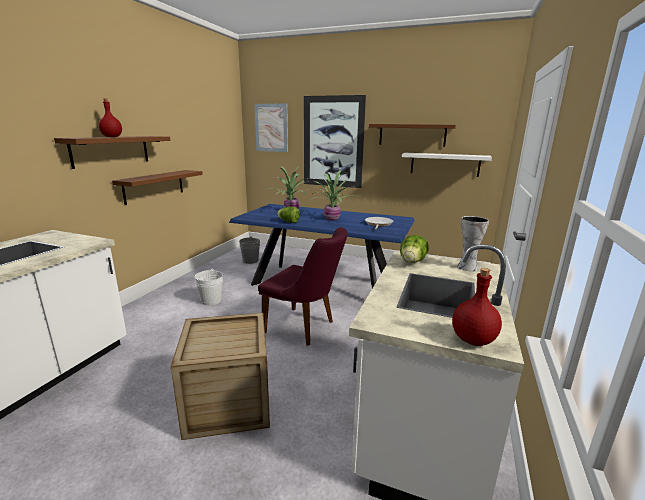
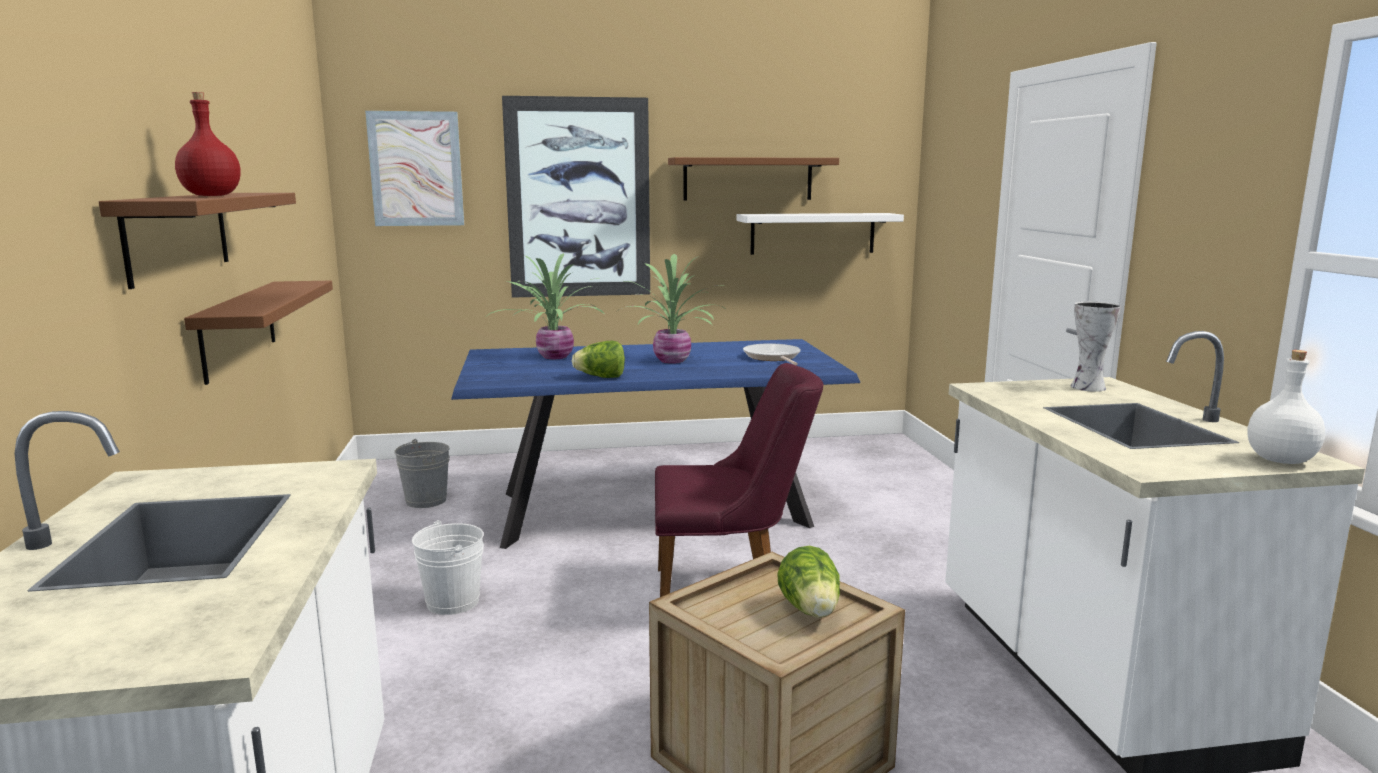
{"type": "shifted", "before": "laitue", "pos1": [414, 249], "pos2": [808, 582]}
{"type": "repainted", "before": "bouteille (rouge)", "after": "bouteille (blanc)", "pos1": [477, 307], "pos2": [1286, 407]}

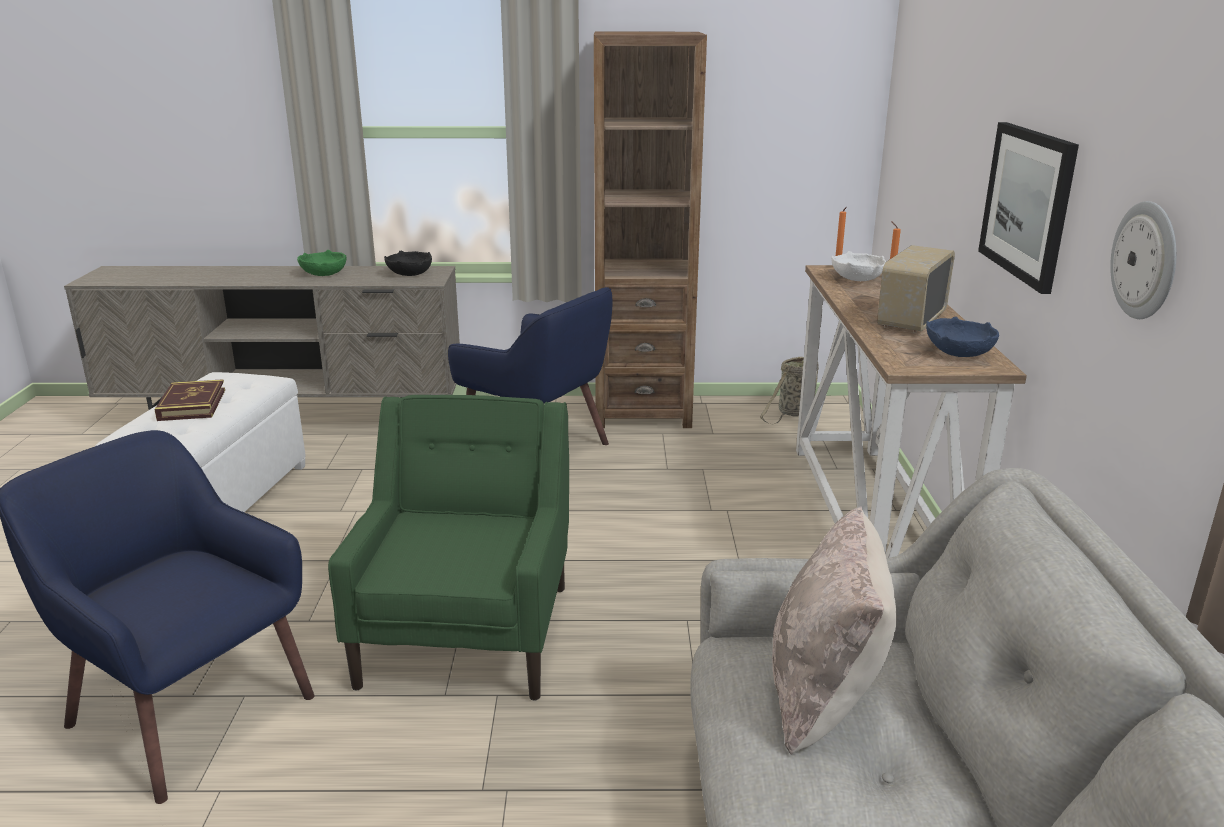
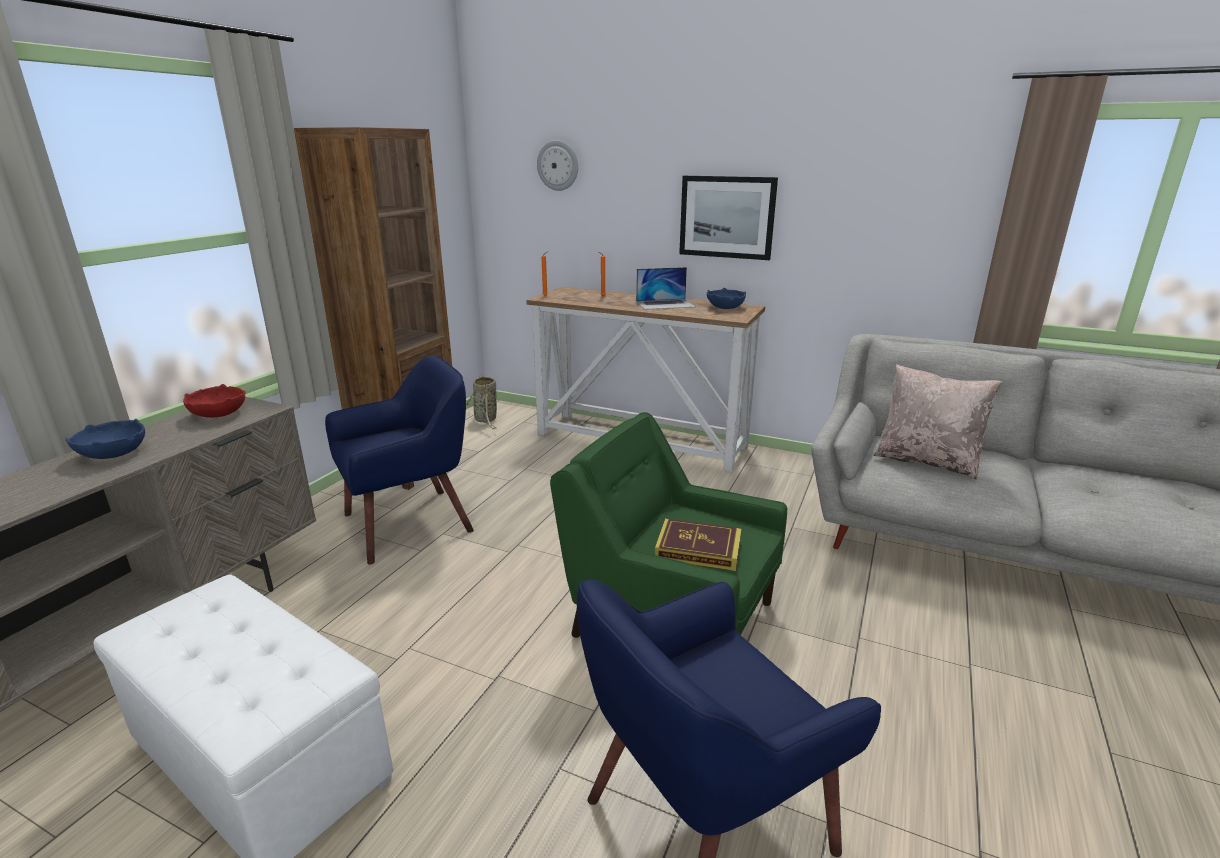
{"type": "shifted", "before": "horloge murale", "pos1": [1143, 260], "pos2": [557, 165]}
{"type": "swapped", "before": "radio", "after": "ordinateur portable", "pos1": [916, 289], "pos2": [666, 288]}
{"type": "repainted", "before": "bol (vert)", "after": "bol (bleu)", "pos1": [321, 263], "pos2": [105, 439]}
{"type": "repainted", "before": "bol (noir)", "after": "bol (rouge)", "pos1": [408, 263], "pos2": [214, 401]}
{"type": "gone", "before": "bol (blanc)", "pos1": [858, 266]}
{"type": "shifted", "before": "livre", "pos1": [189, 400], "pos2": [698, 545]}

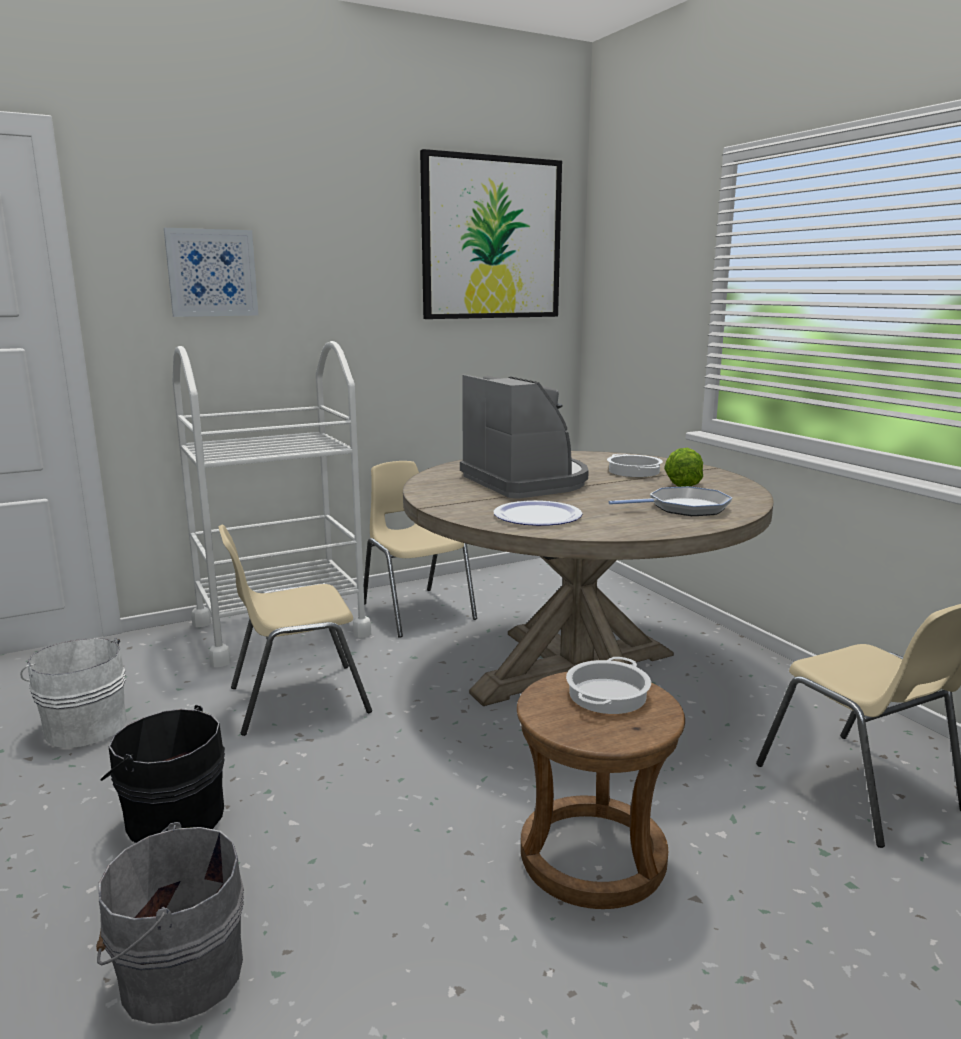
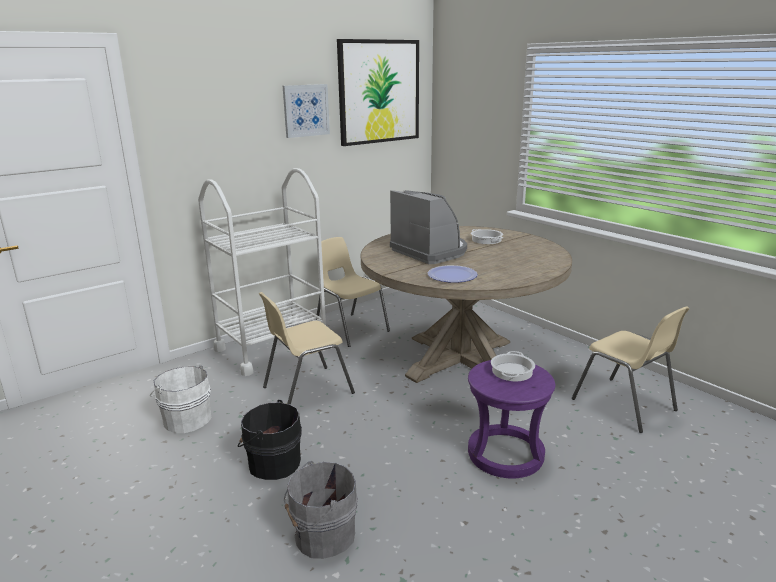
{"type": "shifted", "before": "tableau", "pos1": [211, 272], "pos2": [306, 111]}
{"type": "gone", "before": "laitue", "pos1": [683, 467]}
{"type": "gone", "before": "poêle", "pos1": [670, 501]}
{"type": "repainted", "before": "tabouret (marron)", "after": "tabouret (violet)", "pos1": [601, 790], "pos2": [511, 419]}

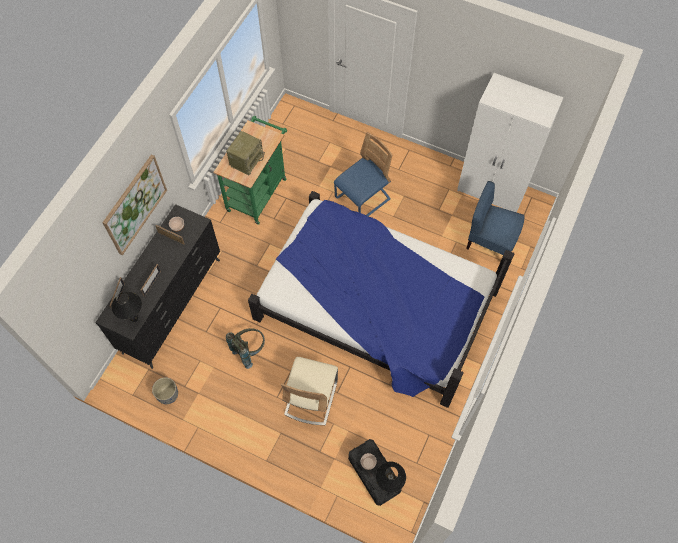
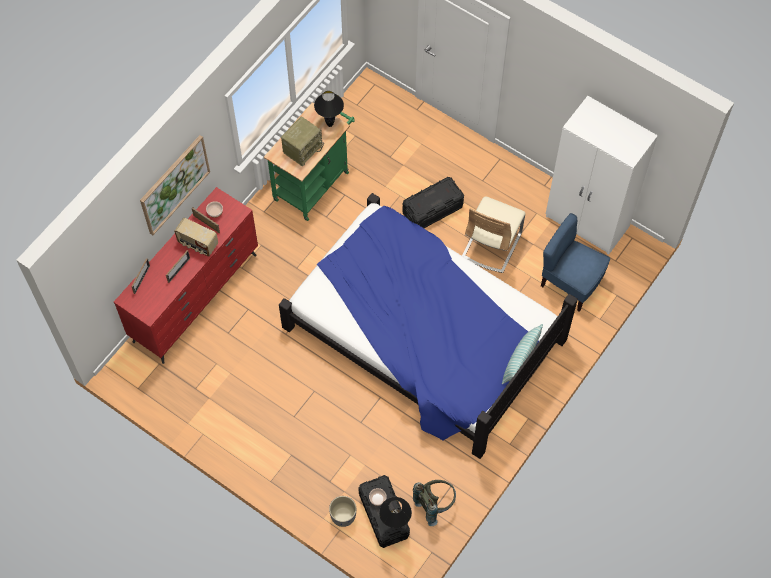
{"type": "swapped", "before": "chaise (bleu)", "after": "boîte de rangement (noir)", "pos1": [363, 174], "pos2": [433, 202]}
{"type": "repainted", "before": "commode (noir)", "after": "commode (rouge)", "pos1": [157, 286], "pos2": [186, 275]}
{"type": "shifted", "before": "lampe de table (noir)", "pos1": [126, 307], "pos2": [329, 109]}
{"type": "shifted", "before": "sac à dos (gris)", "pos1": [245, 348], "pos2": [434, 503]}
{"type": "shifted", "before": "chaise (beige)", "pos1": [309, 391], "pos2": [494, 234]}
{"type": "shifted", "before": "cache-pot (gris)", "pos1": [165, 390], "pos2": [342, 511]}
{"type": "new", "after": "radio", "pos2": [196, 237]}
{"type": "new", "after": "coussin", "pos2": [522, 354]}

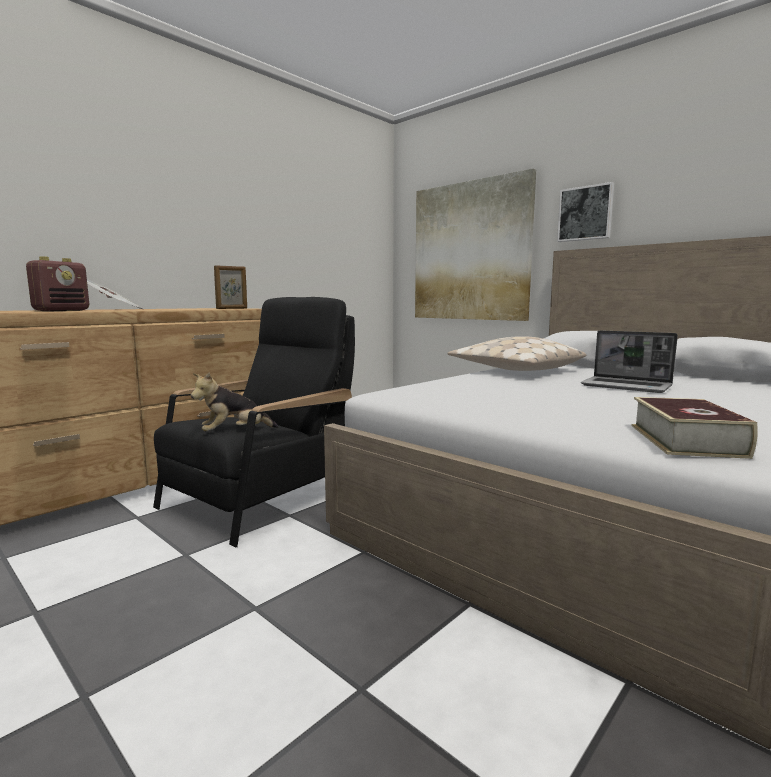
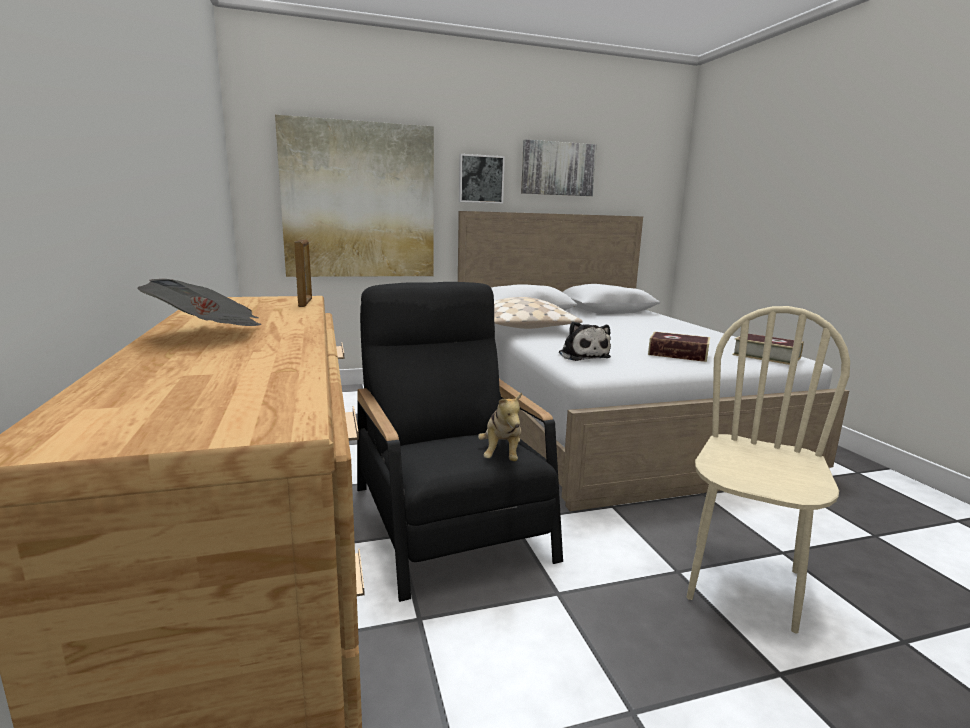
{"type": "gone", "before": "radio", "pos1": [57, 283]}
{"type": "gone", "before": "ordinateur portable", "pos1": [629, 361]}
{"type": "new", "after": "tableau", "pos2": [559, 167]}
{"type": "new", "after": "chaise (beige)", "pos2": [768, 469]}
{"type": "new", "after": "peluche", "pos2": [584, 341]}
{"type": "new", "after": "livre", "pos2": [679, 346]}

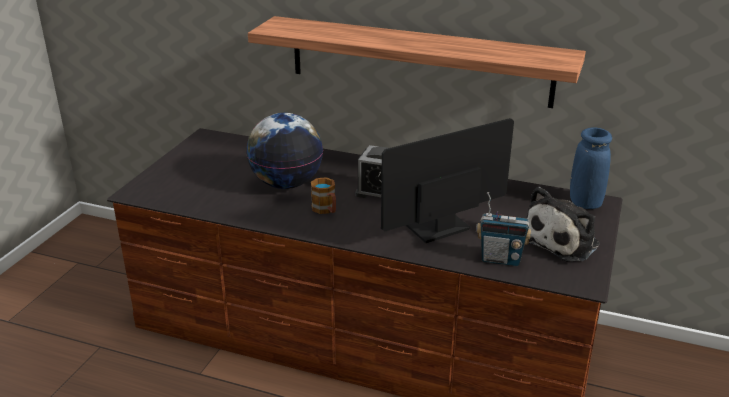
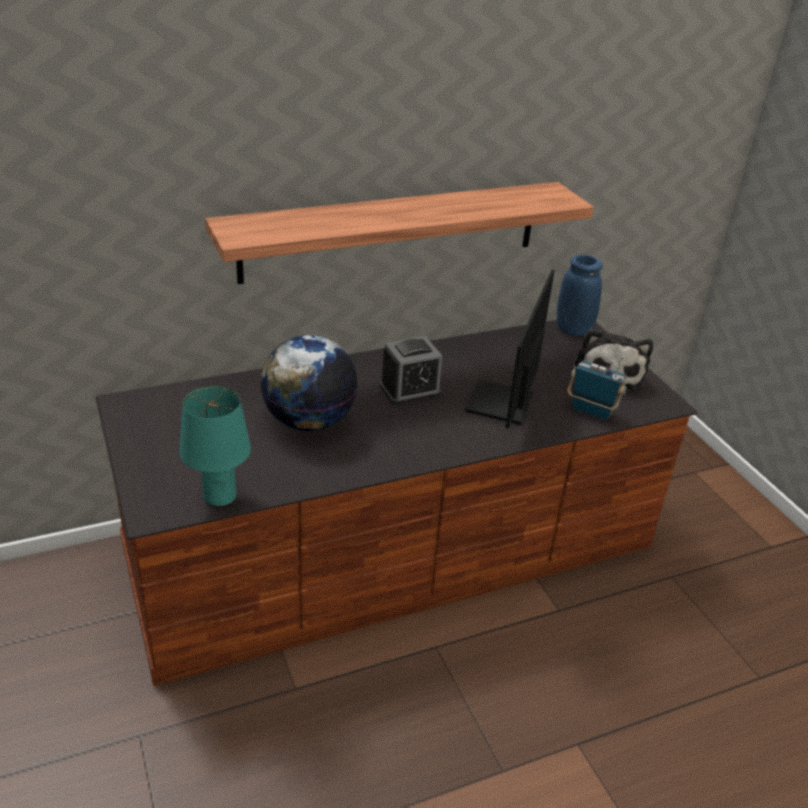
{"type": "gone", "before": "mug", "pos1": [323, 195]}
{"type": "rotated", "before": "radio", "pos1": [504, 229], "pos2": [597, 388], "turn": -120}
{"type": "new", "after": "lampe de table (turquoise)", "pos2": [215, 447]}

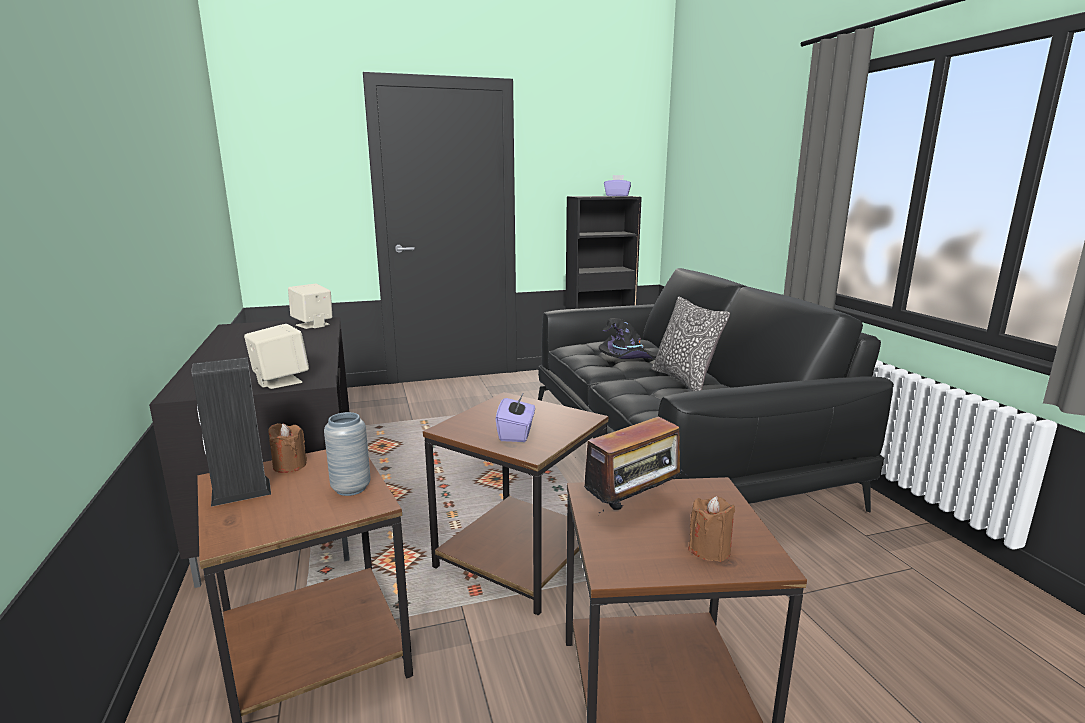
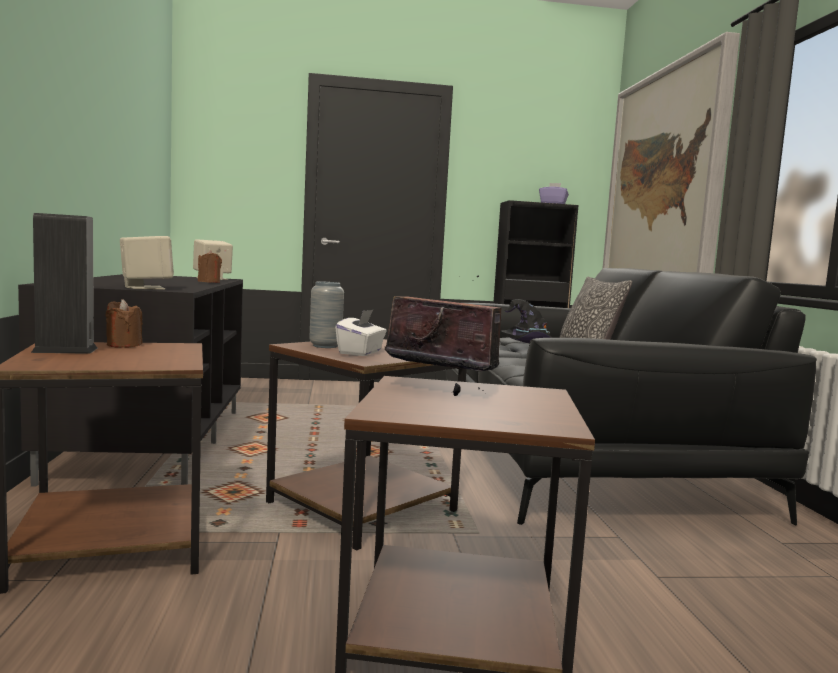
{"type": "repainted", "before": "boîte à mouchoirs (violet)", "after": "boîte à mouchoirs (blanc)", "pos1": [515, 417], "pos2": [361, 332]}
{"type": "shifted", "before": "vase (gris)", "pos1": [347, 454], "pos2": [326, 314]}
{"type": "rotated", "before": "radio", "pos1": [635, 464], "pos2": [443, 335], "turn": -135}
{"type": "shifted", "before": "bougie (marron)", "pos1": [711, 529], "pos2": [210, 267]}
{"type": "new", "after": "tableau", "pos2": [671, 152]}

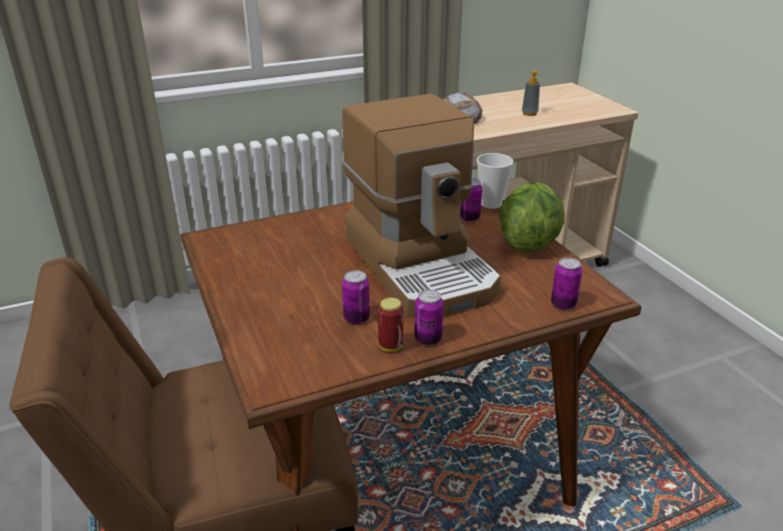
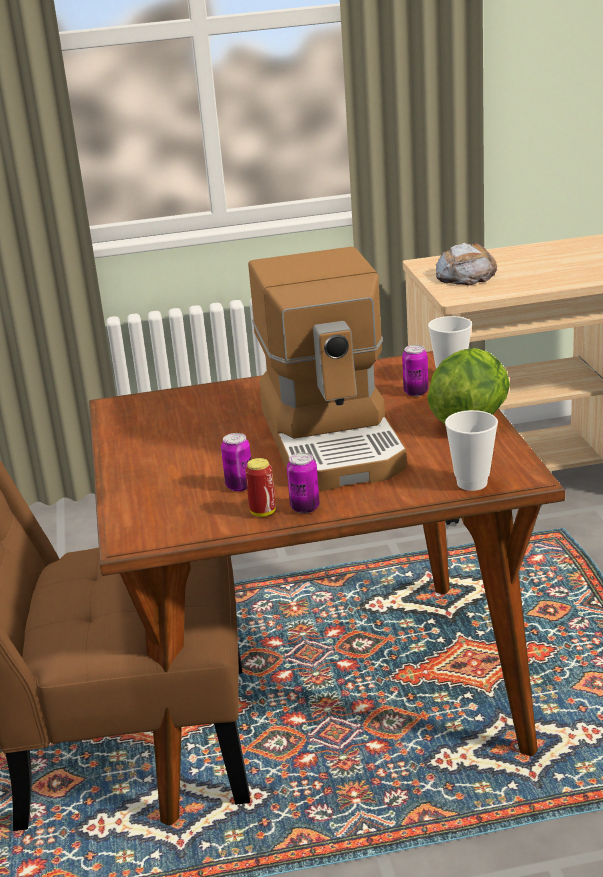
{"type": "gone", "before": "distributeur de savon", "pos1": [531, 93]}
{"type": "swapped", "before": "boîte métallique", "after": "tasse", "pos1": [566, 284], "pos2": [471, 450]}

